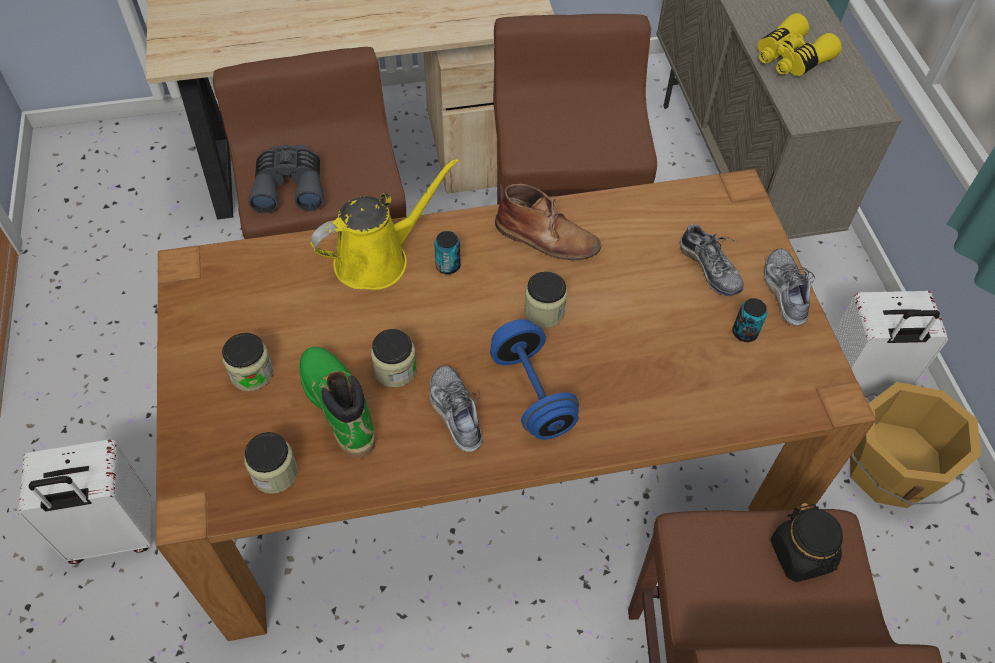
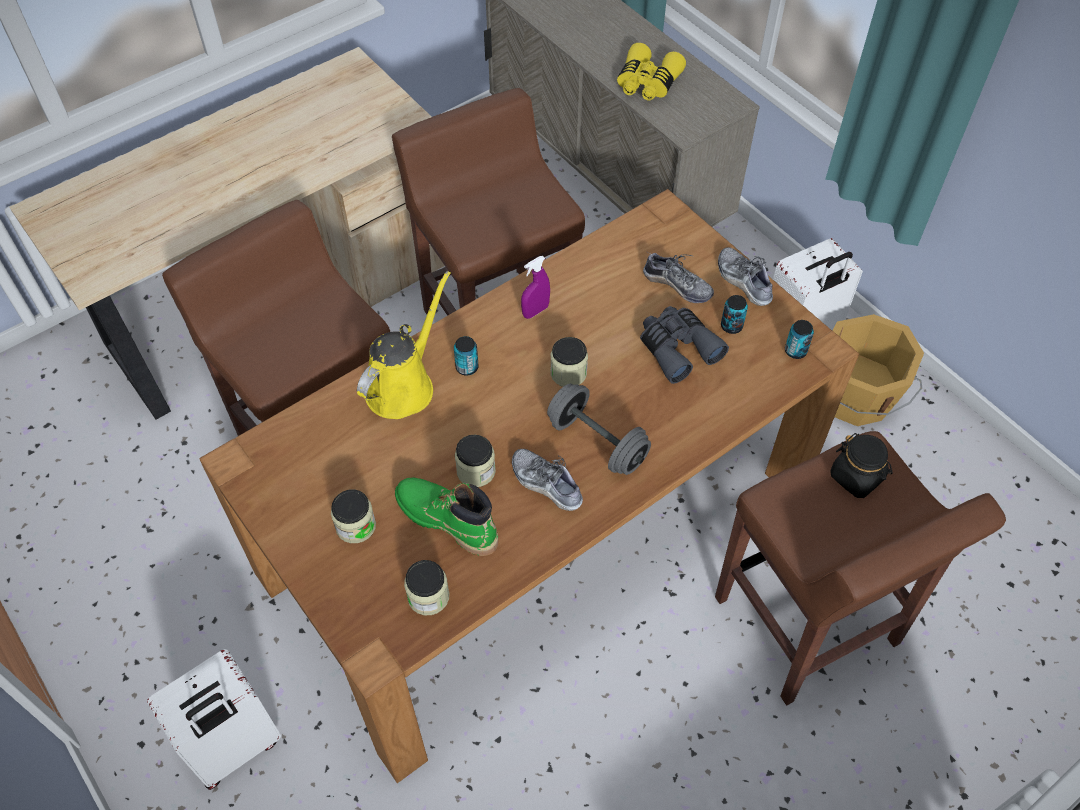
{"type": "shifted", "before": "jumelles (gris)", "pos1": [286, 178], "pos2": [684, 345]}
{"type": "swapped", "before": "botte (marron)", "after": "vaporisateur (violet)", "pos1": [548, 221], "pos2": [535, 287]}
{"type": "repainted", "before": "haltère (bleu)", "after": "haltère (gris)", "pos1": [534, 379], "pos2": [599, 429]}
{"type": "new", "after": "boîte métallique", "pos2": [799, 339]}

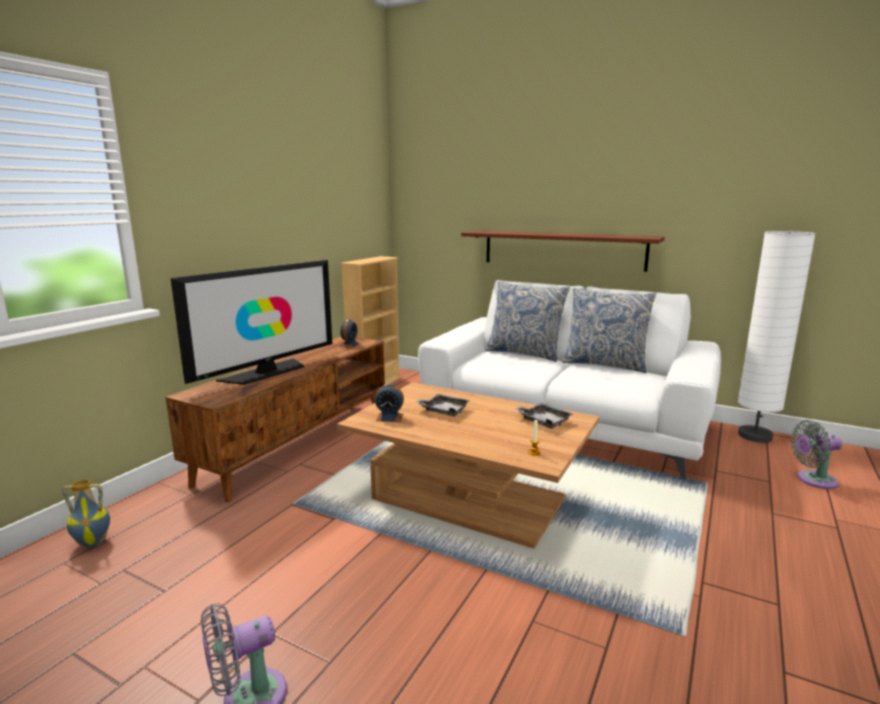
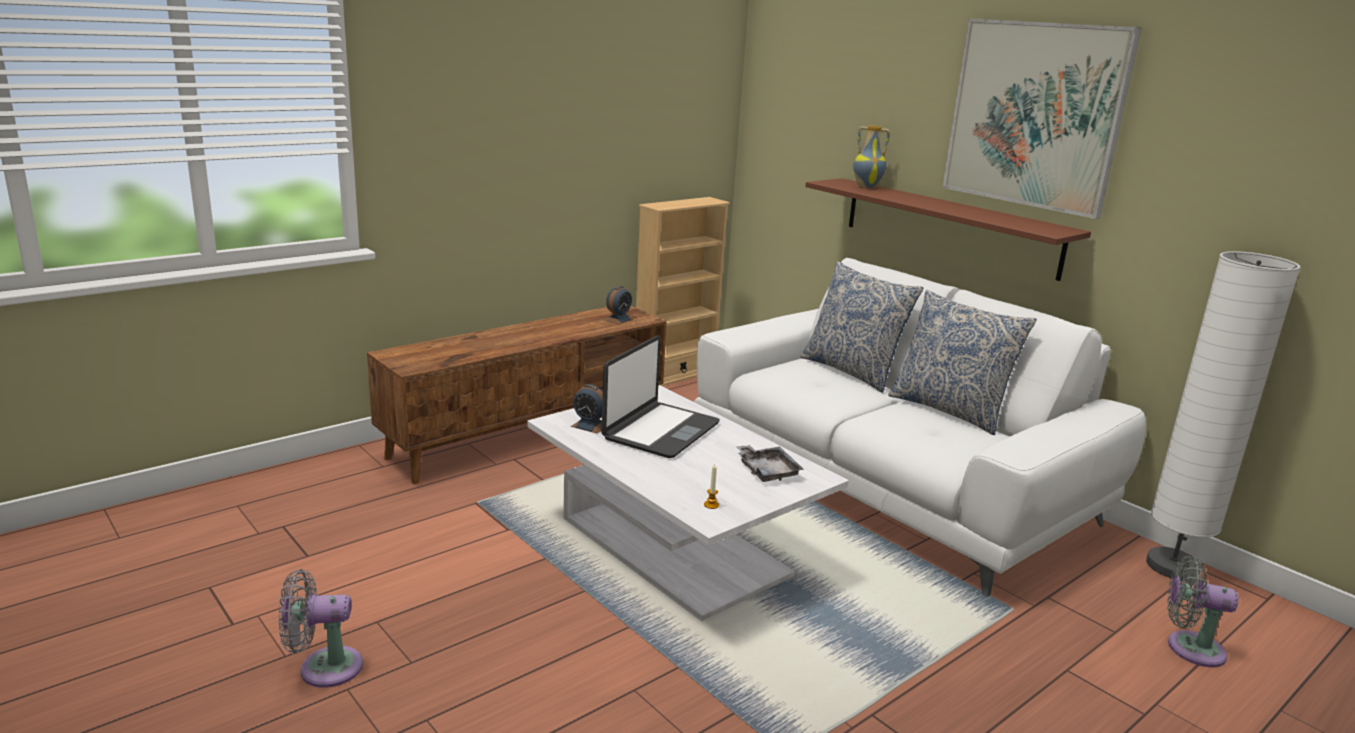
{"type": "gone", "before": "téléviseur", "pos1": [251, 322]}
{"type": "repainted", "before": "table basse (marron)", "after": "table basse (blanc)", "pos1": [468, 465], "pos2": [688, 503]}
{"type": "swapped", "before": "plateau (gris)", "after": "ordinateur portable", "pos1": [442, 405], "pos2": [661, 397]}
{"type": "shifted", "before": "vase", "pos1": [86, 514], "pos2": [871, 156]}
{"type": "new", "after": "tableau", "pos2": [1041, 118]}

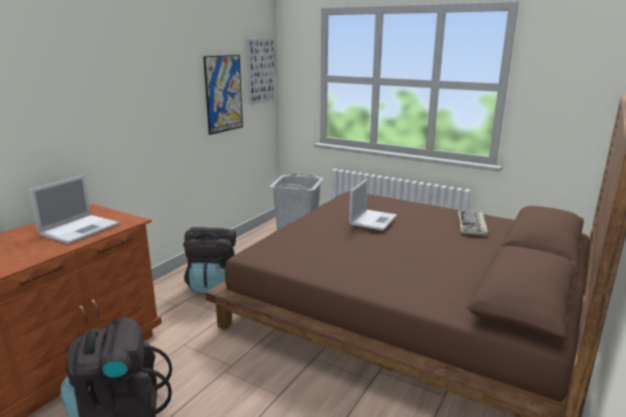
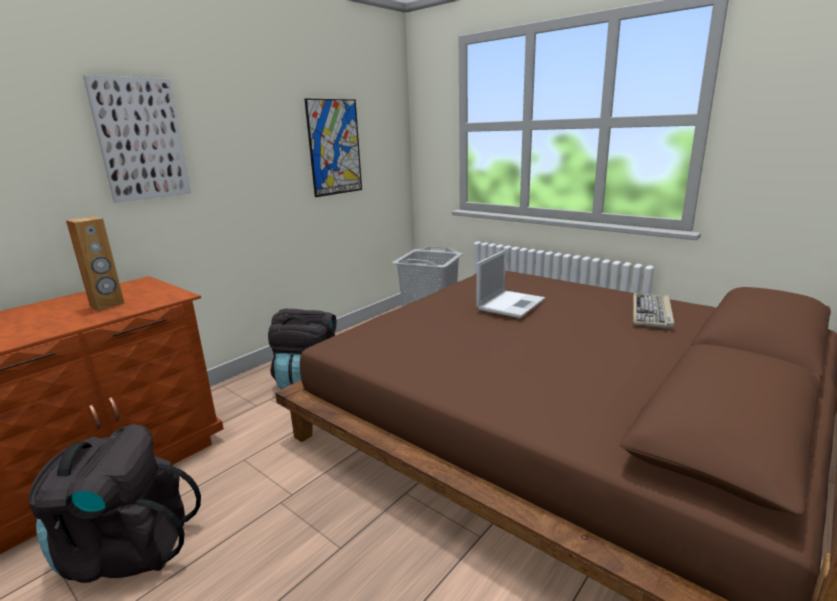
{"type": "shifted", "before": "tableau", "pos1": [261, 71], "pos2": [137, 139]}
{"type": "swapped", "before": "ordinateur portable", "after": "enceinte (marron)", "pos1": [74, 209], "pos2": [95, 264]}

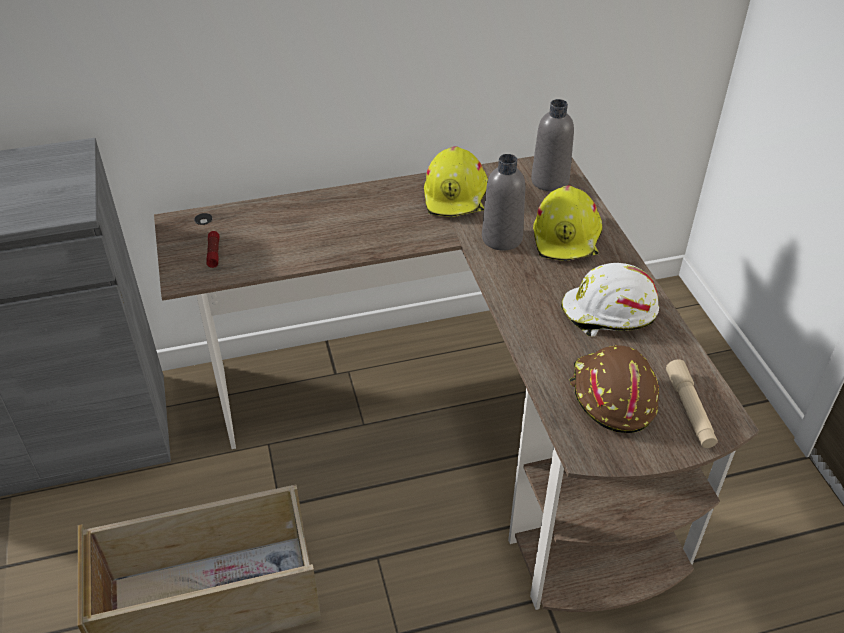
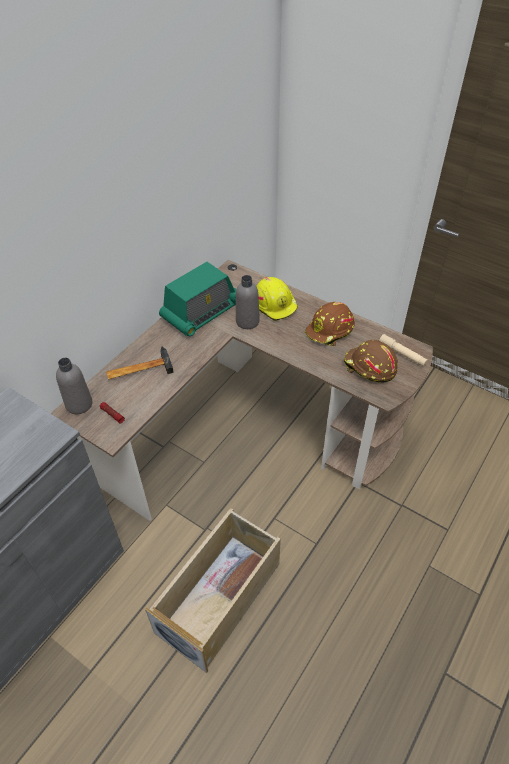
{"type": "shifted", "before": "bouteille (gris)", "pos1": [552, 145], "pos2": [74, 386]}
{"type": "swapped", "before": "casque de chantier (jaune)", "after": "radio", "pos1": [456, 181], "pos2": [197, 299]}
{"type": "repainted", "before": "casque de chantier (blanc)", "after": "casque de chantier (marron)", "pos1": [610, 299], "pos2": [330, 324]}
{"type": "new", "after": "marteau", "pos2": [140, 363]}

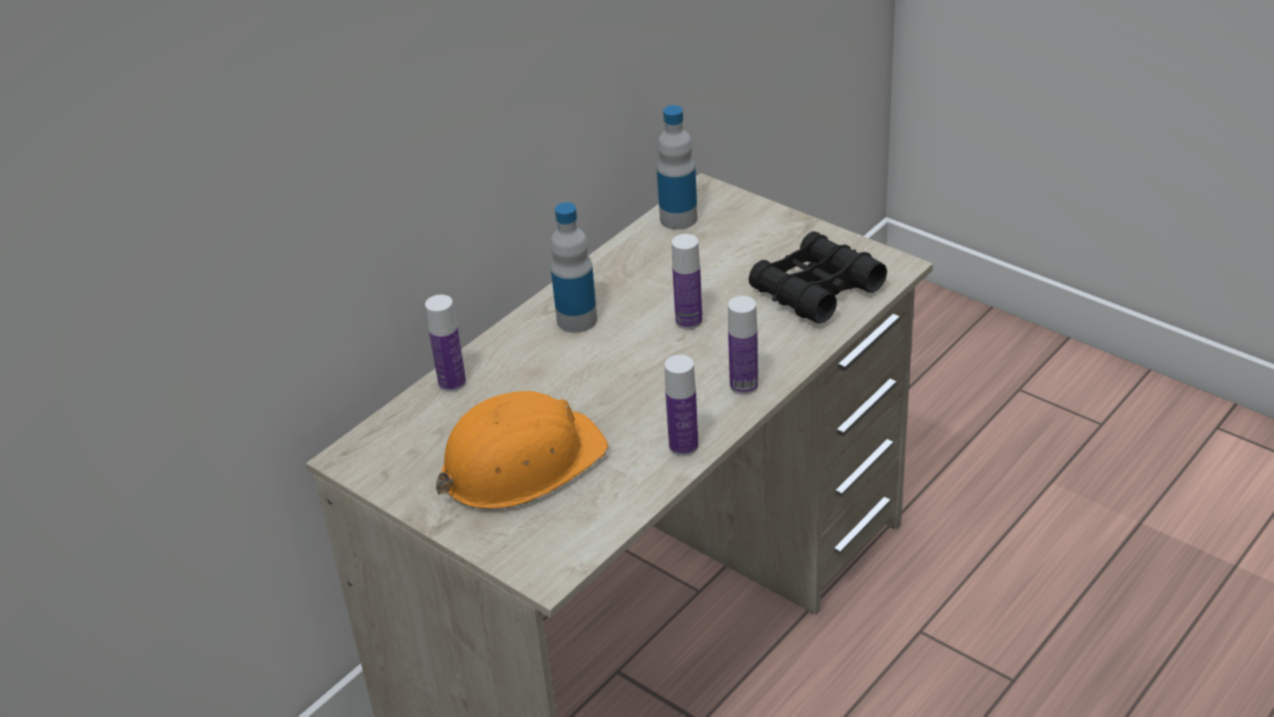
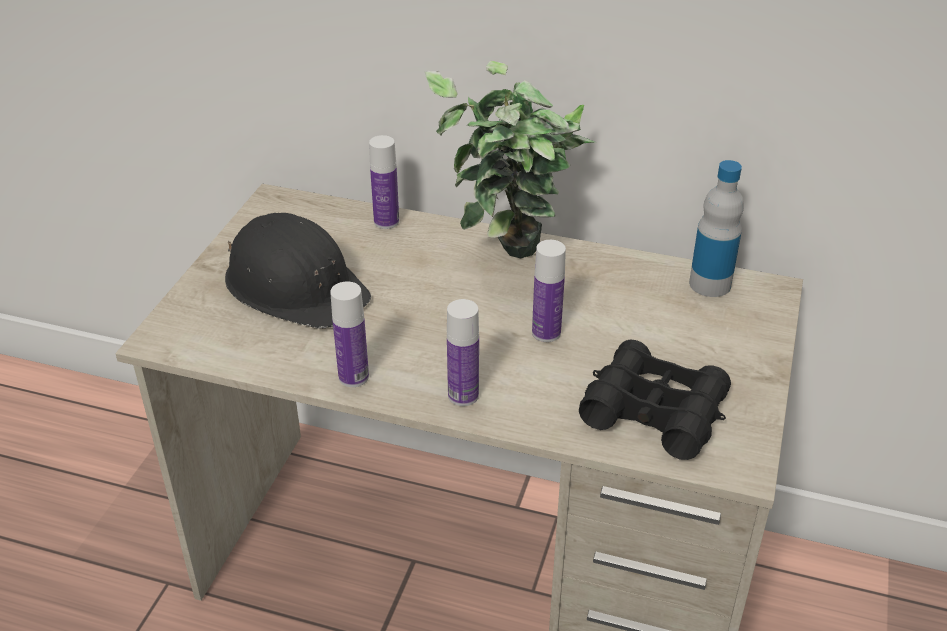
{"type": "swapped", "before": "bouteille", "after": "plante en pot", "pos1": [573, 267], "pos2": [510, 160]}
{"type": "repainted", "before": "casque de chantier (orange)", "after": "casque de chantier (noir)", "pos1": [521, 450], "pos2": [298, 271]}

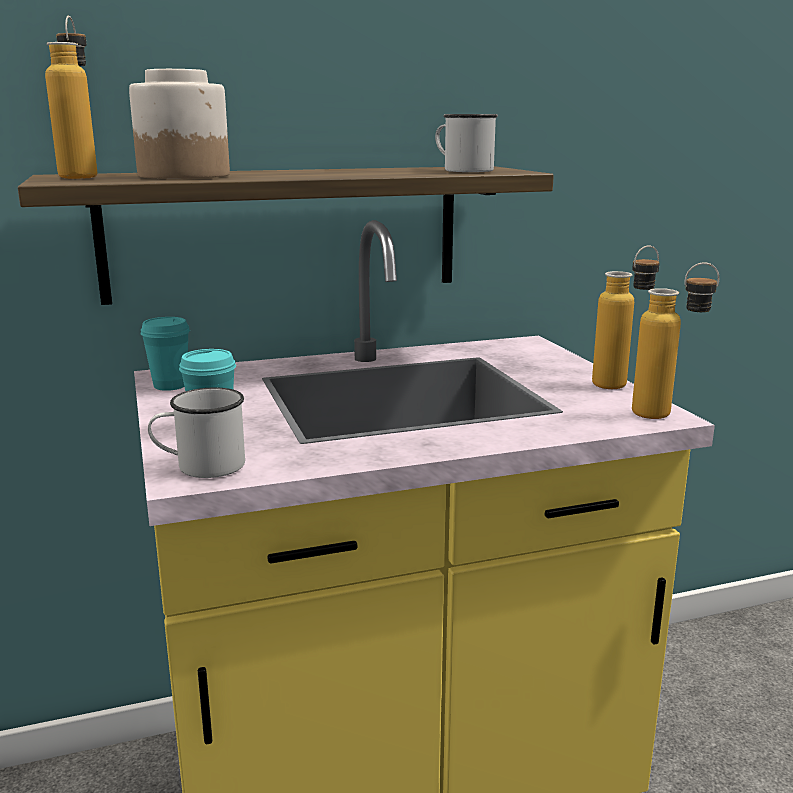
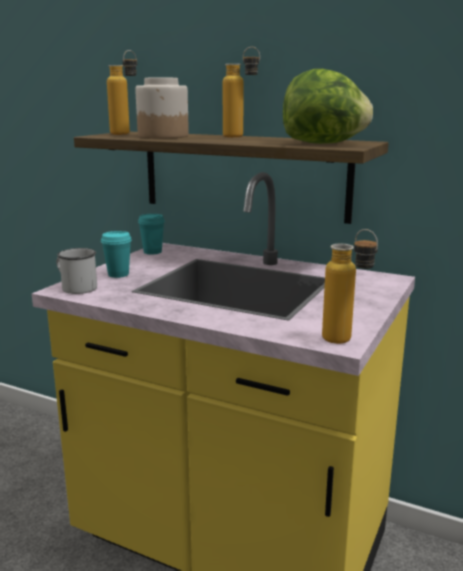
{"type": "swapped", "before": "mug (blanc)", "after": "laitue", "pos1": [466, 143], "pos2": [328, 106]}
{"type": "shifted", "before": "bouteille", "pos1": [625, 317], "pos2": [241, 92]}

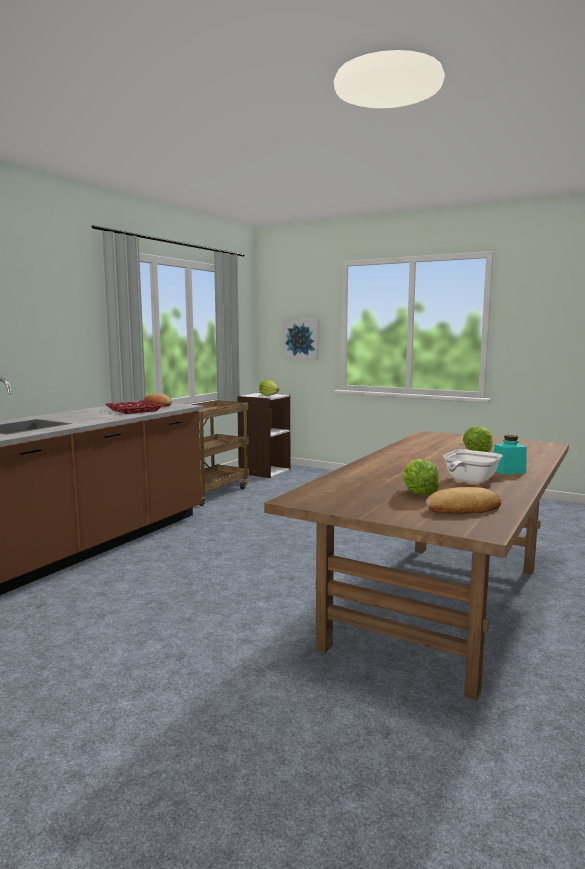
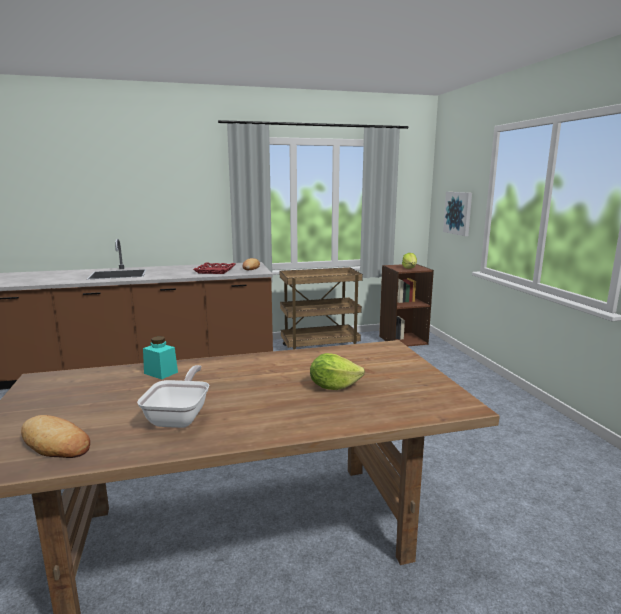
{"type": "repainted", "before": "bibliothèque (blanc)", "after": "bibliothèque (marron)", "pos1": [263, 435], "pos2": [406, 305]}
{"type": "shifted", "before": "bocal (turquoise)", "pos1": [510, 455], "pos2": [160, 357]}
{"type": "rotated", "before": "poêle", "pos1": [473, 466], "pos2": [173, 396], "turn": 105}
{"type": "gone", "before": "laitue", "pos1": [421, 477]}

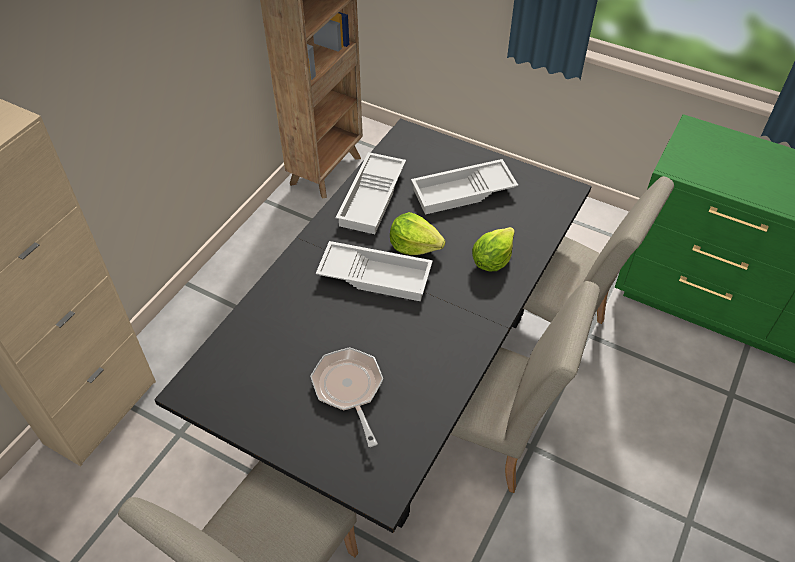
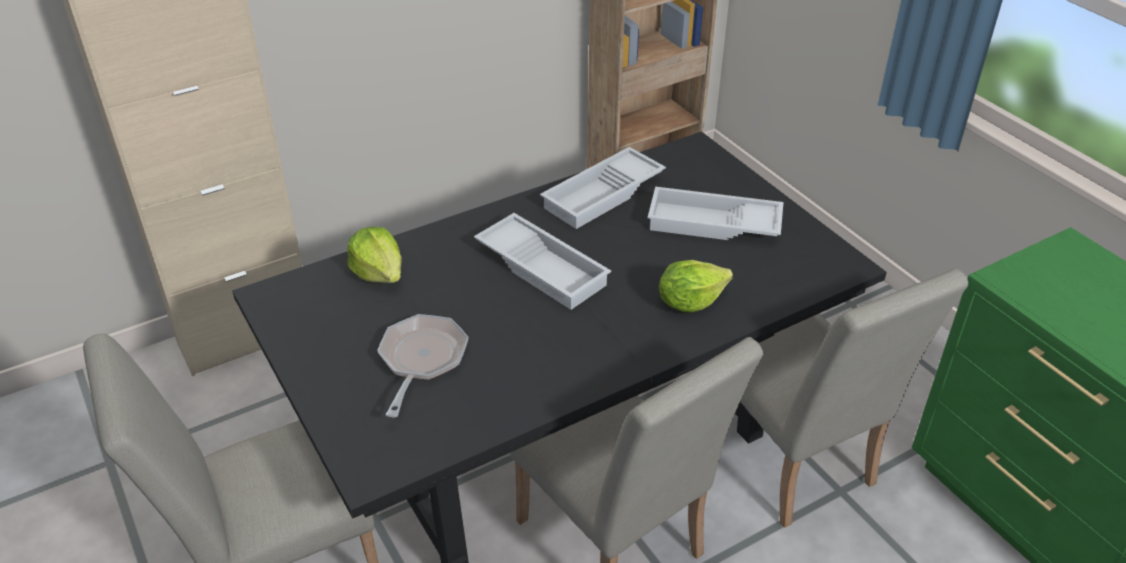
{"type": "shifted", "before": "laitue", "pos1": [418, 233], "pos2": [374, 255]}

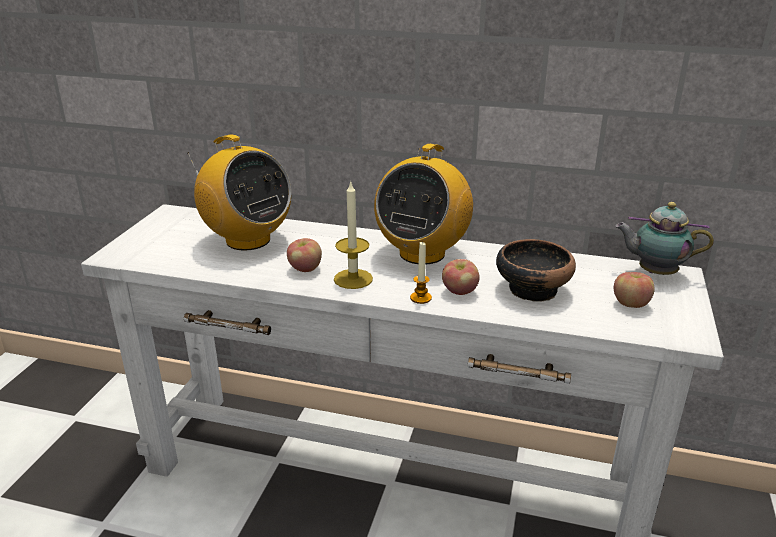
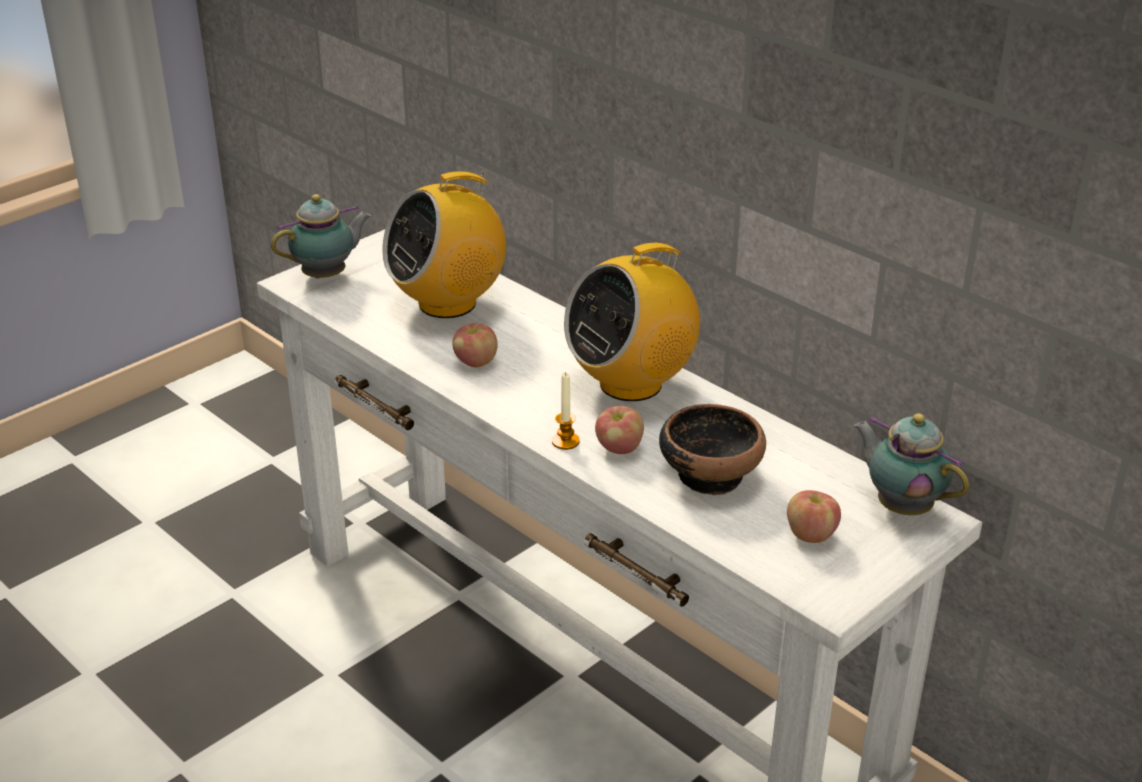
{"type": "rotated", "before": "radio", "pos1": [239, 192], "pos2": [444, 244], "turn": 75}
{"type": "gone", "before": "bougie", "pos1": [353, 234]}
{"type": "new", "after": "théière", "pos2": [321, 236]}

